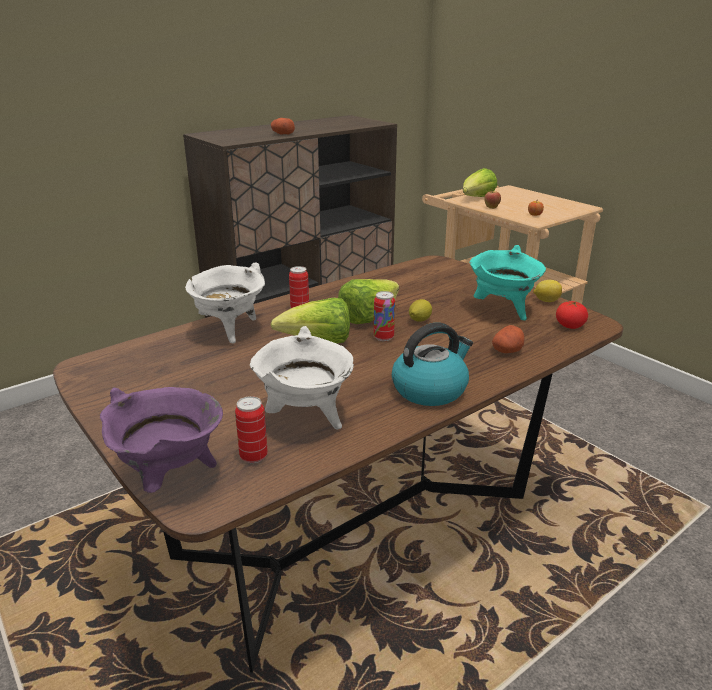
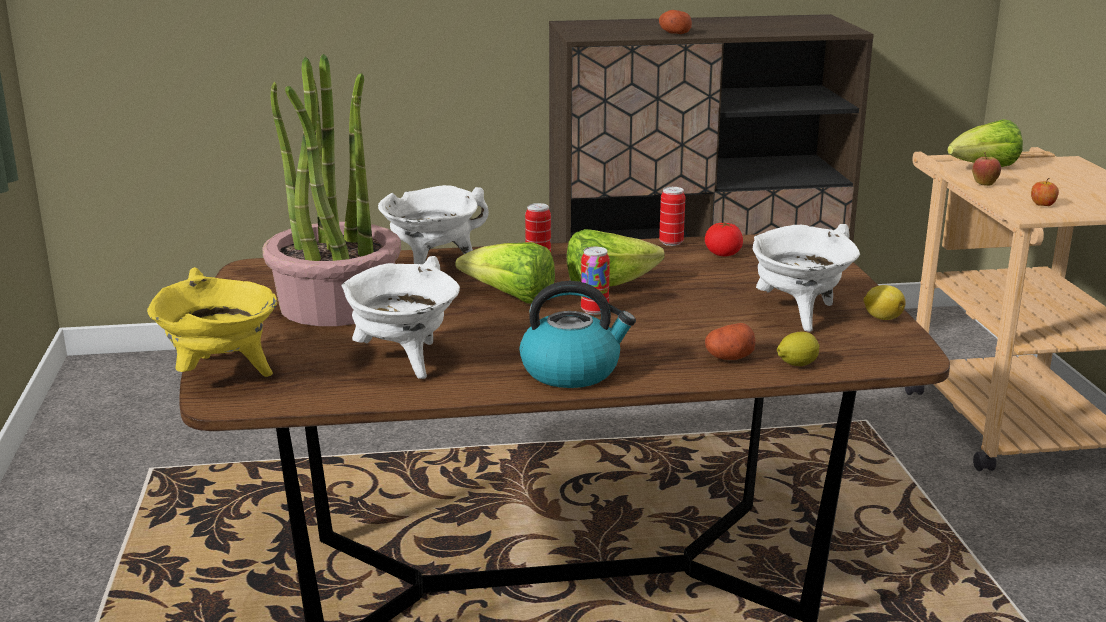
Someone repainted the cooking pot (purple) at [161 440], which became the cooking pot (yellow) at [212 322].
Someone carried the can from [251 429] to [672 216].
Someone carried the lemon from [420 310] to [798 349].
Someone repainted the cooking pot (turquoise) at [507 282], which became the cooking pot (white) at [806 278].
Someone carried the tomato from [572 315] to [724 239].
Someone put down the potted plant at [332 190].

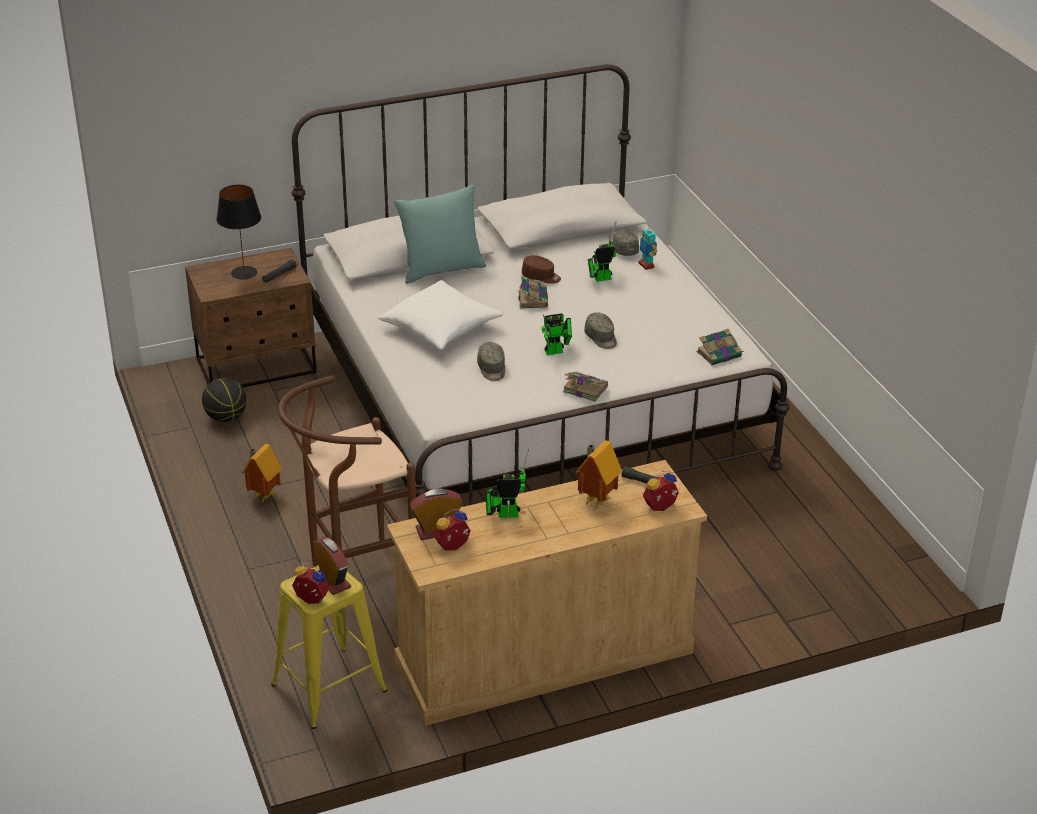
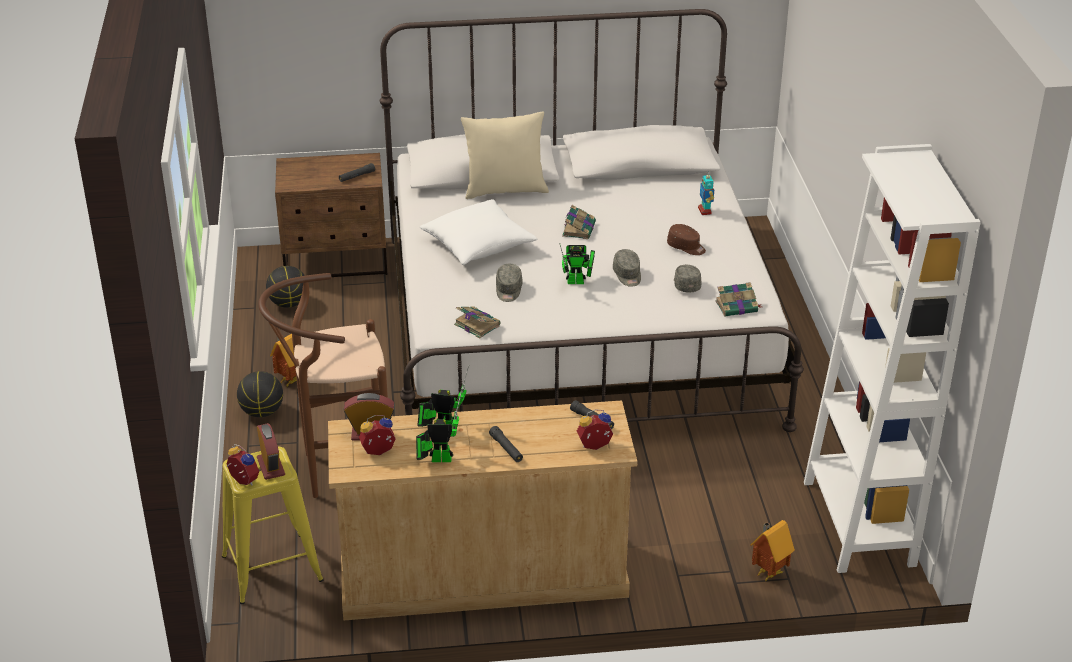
Someone took away the tabletop lamp (black) at [239 232].
Someone repainted the cushion (turquoise) at [440 234], which became the cushion (beige) at [505 155].
Someone carried the peaked cap (brown-coloured) from [541 269] to [686 239].
Someone carried the book from [585 387] to [477 323].
Someone carried the toy house from [598 474] to [773 550].
Someone carried the robot figure from [602 251] to [439 426].
Someone carried the peaked cap (grey) from [626 244] to [687 278].
Someone put down the ball for basketball at [260 394].
Someone put down the flashlight (black) at [506 444].
Someone put down the bookshelf (white) at [892 358].

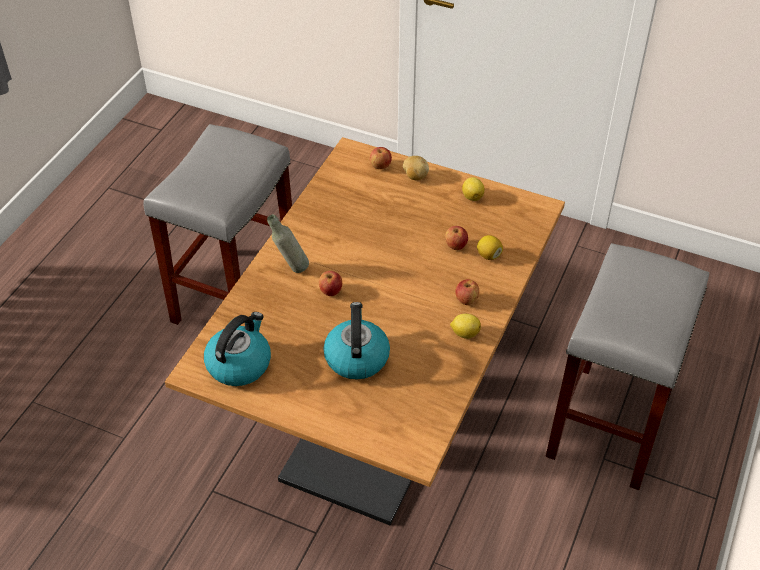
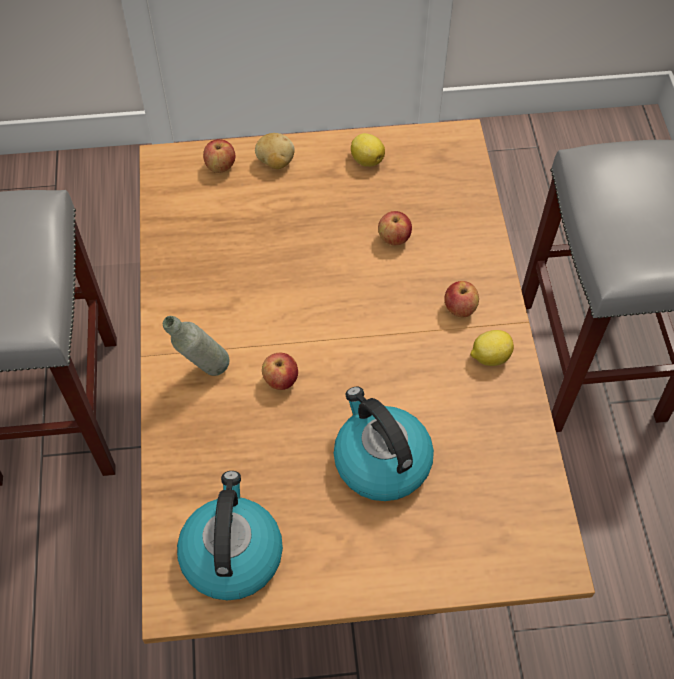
Someone took away the lemon at [490 247].

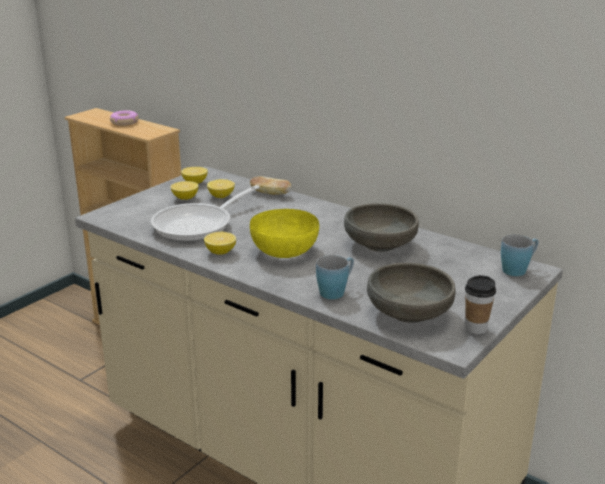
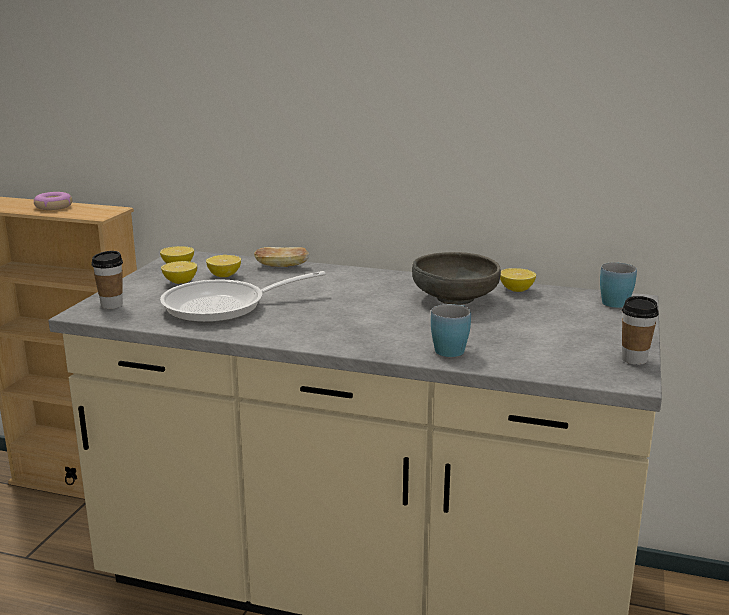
Someone rotated the skillet at [205 213] by 45 degrees clockwise.
Someone carried the lemon from [220 243] to [518 280].
Someone took away the bowl (yellow) at [284 233].
Someone took away the bowl (grey) at [411 293].
Someone put down the small cup at [107 280].

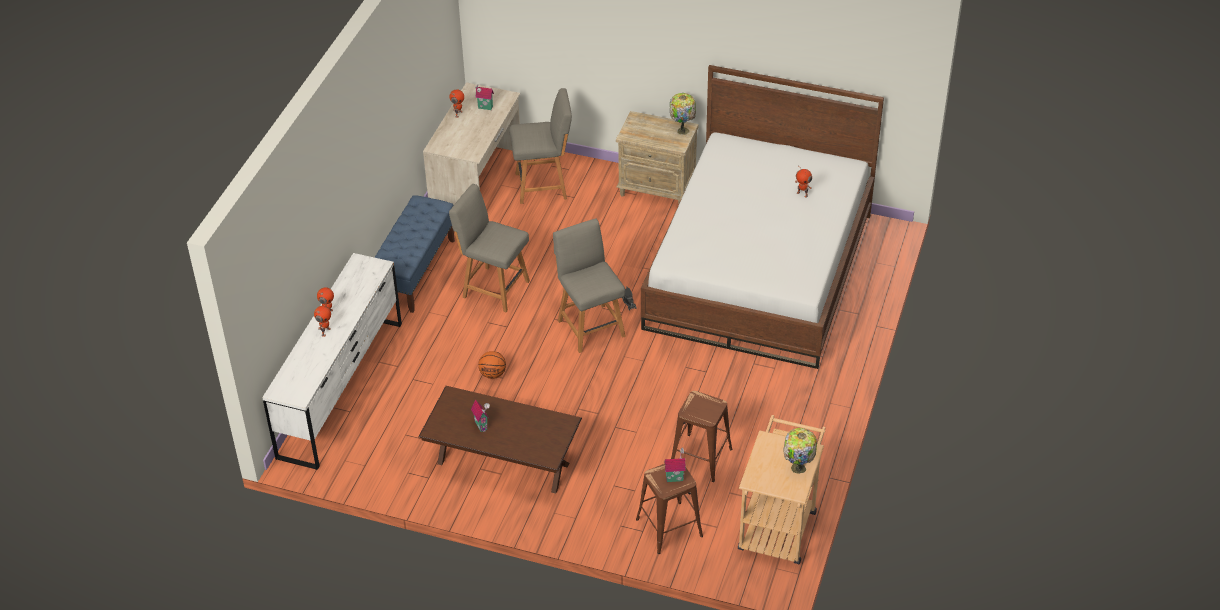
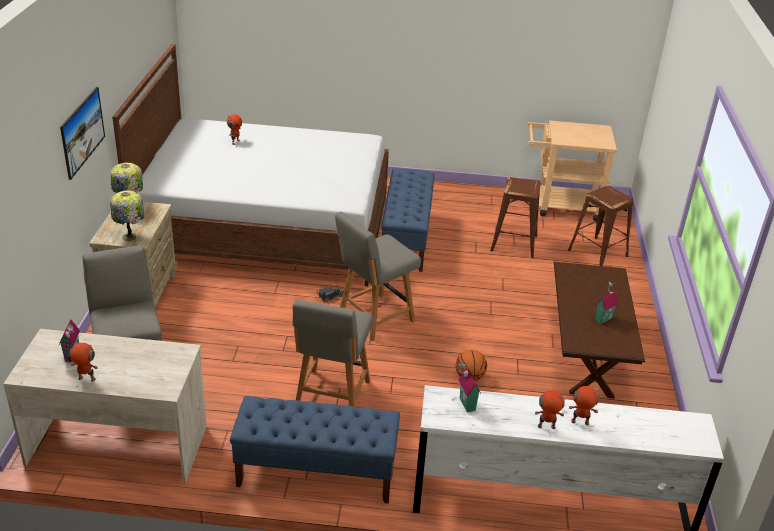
Someone carried the toy house from [675 465] to [469 386].
Someone carried the tabletop lamp from [800 451] to [127 215].
Someone put up the wall art at [82 133].
Someone put down the long seat (bluish) at [408 220].

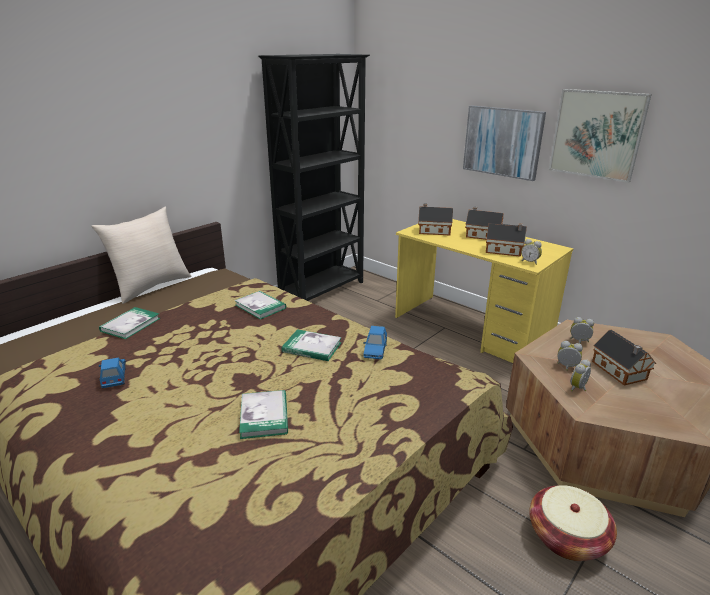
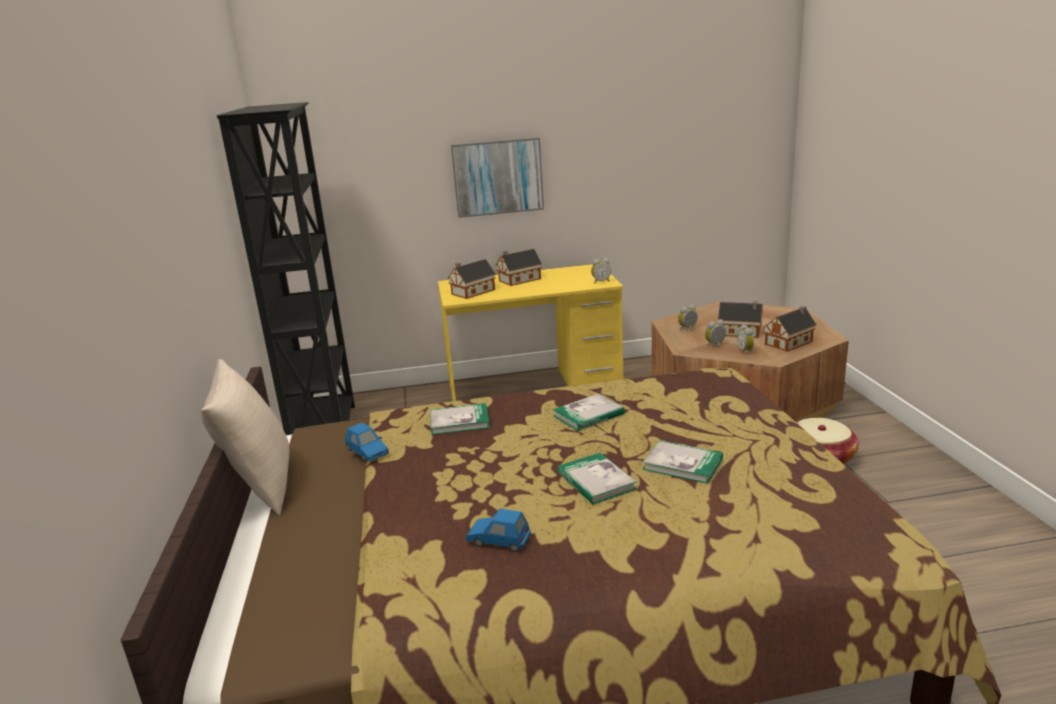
Someone carried the book from [129 323] to [597 479].
Someone carried the miniature car (bluish) from [375 342] to [367 442].
Someone carried the toy house from [506 240] to [790 329].
Someone took away the wall art at [600 136].

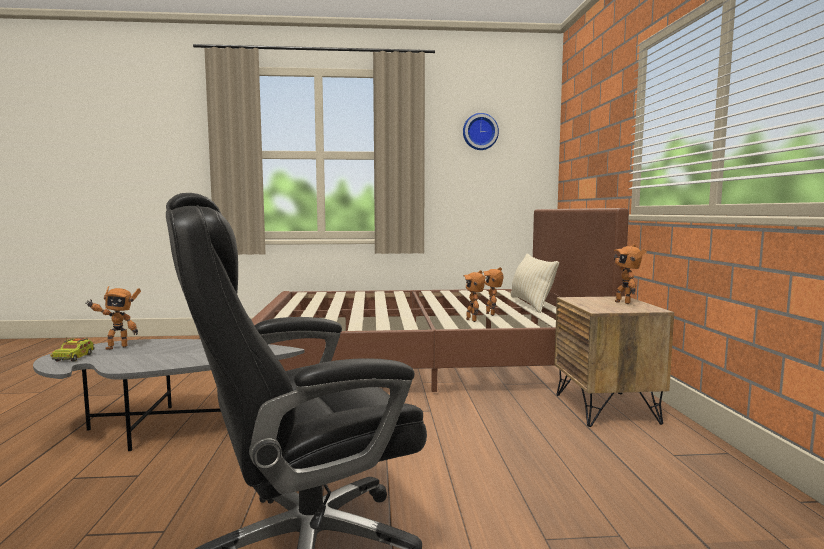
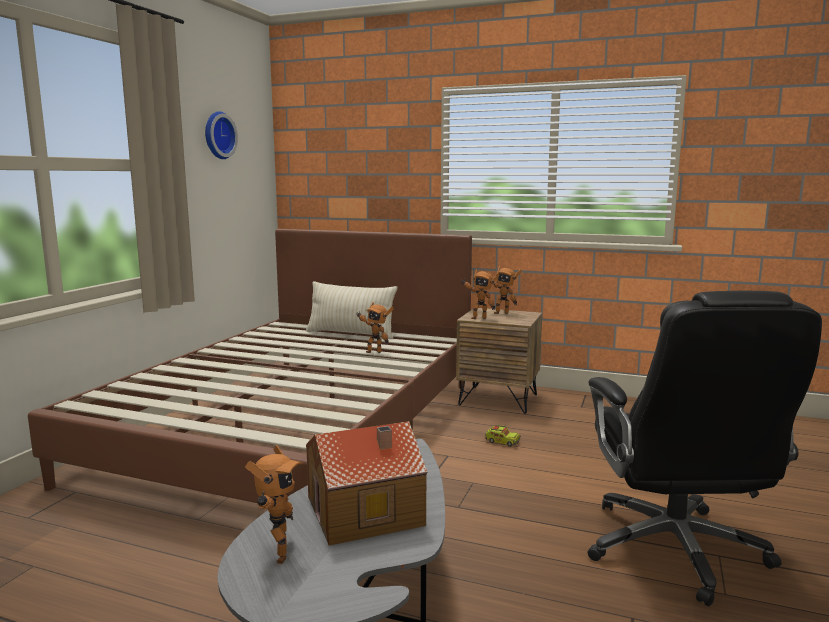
Someone carried the toy lorry from [72 350] to [503 436].
Someone carried the robot figure from [474 296] to [480 294].
Someone put down the toy house at [367 483].

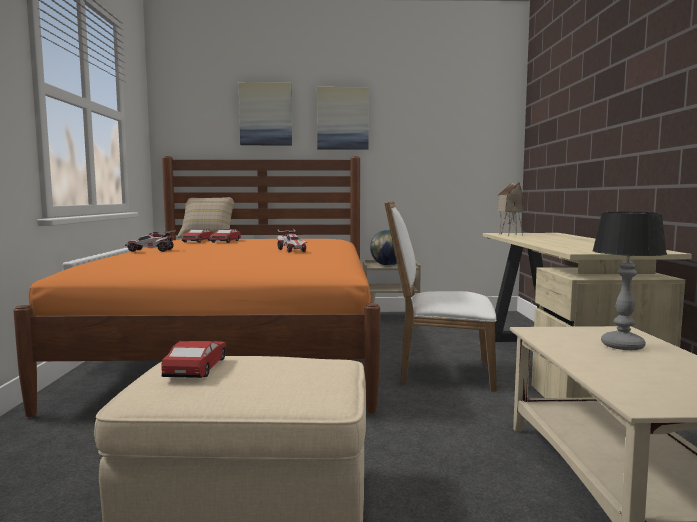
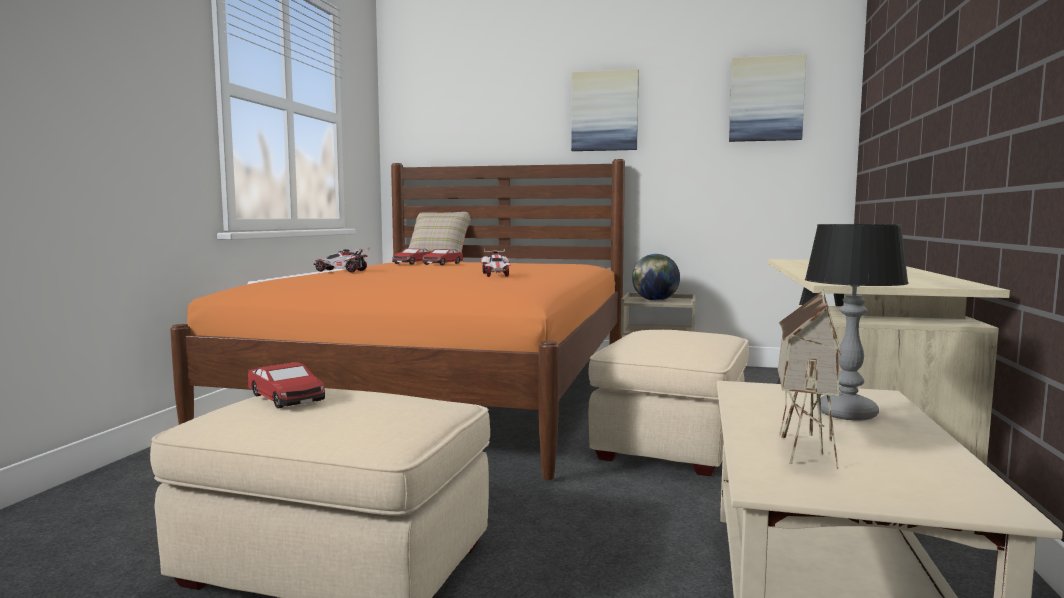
Someone rotated the miniature car at [193 359] by 120 degrees clockwise.
Someone carried the wall art from [265 113] to [767 98].
Someone swapped the plain chair (white) at [440 296] for the pouffe (beige) at [668 403].
Someone carried the toy house from [510 209] to [810 379].

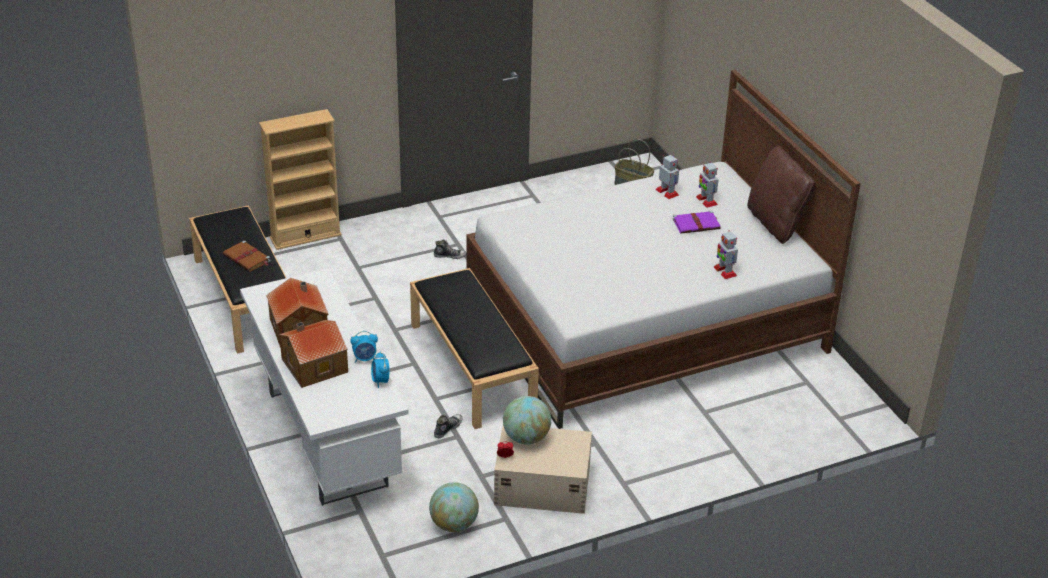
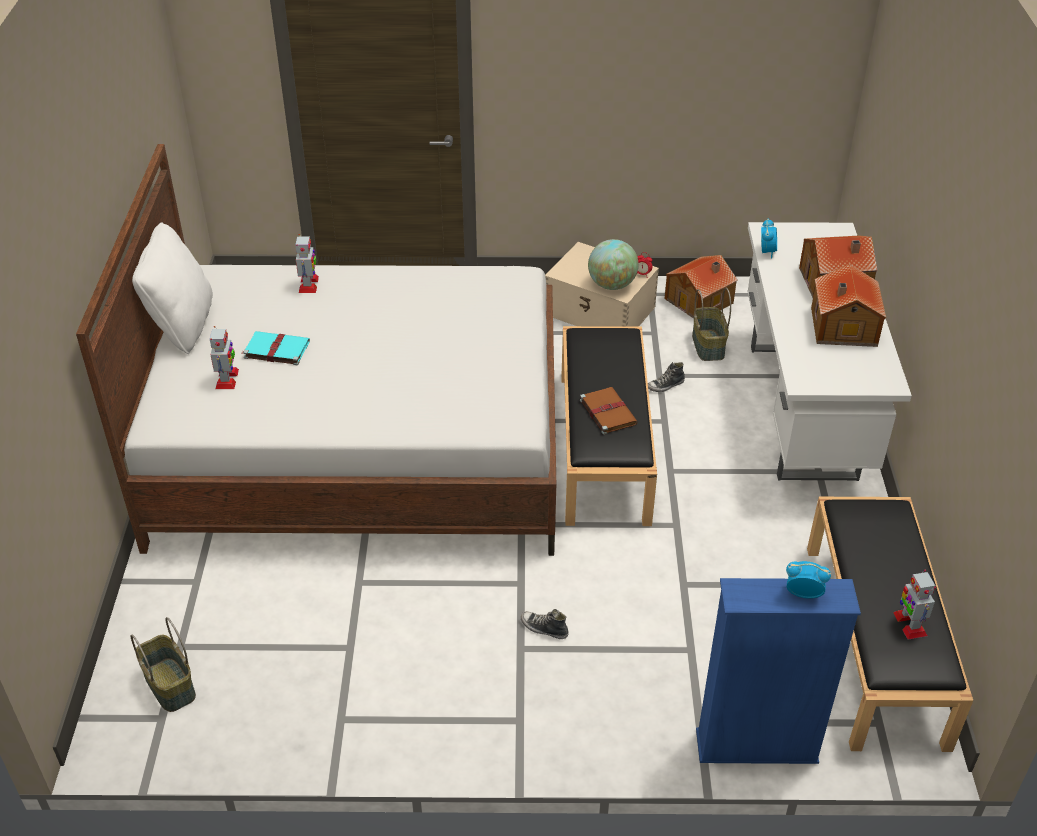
Someone carried the book (brown-coloured) from [247 256] to [609 411].
Someone repainted the bookshelf (beige) at [300 179], which became the bookshelf (bluish) at [778 671].
Someone carried the table clock from [364 347] to [808 580].
Someone swapped the globe at [454 507] for the toy house at [701 287].
Someone carried the robot figure from [667 177] to [914 604].
Someone repainted the book (purple) at [697 222], which became the book (turquoise) at [276 348].
Someone repainted the cushion (brown-coloured) at [781 194], which became the cushion (white) at [172 288].
Someone put down the storage basket at [711 324].

